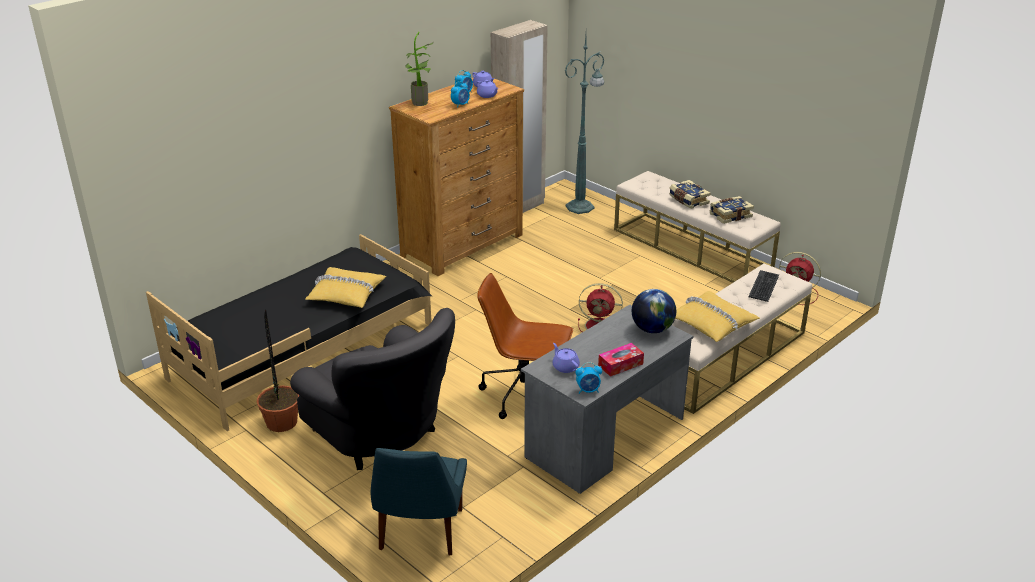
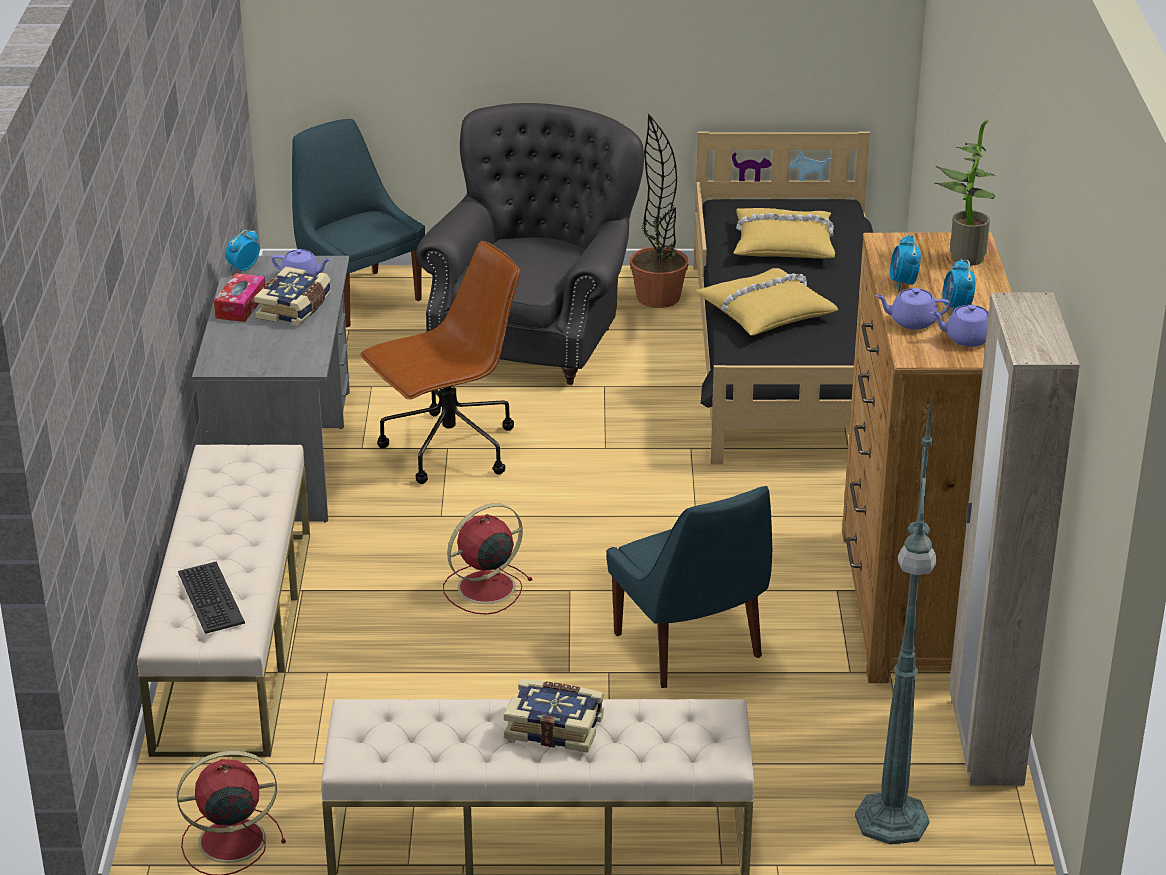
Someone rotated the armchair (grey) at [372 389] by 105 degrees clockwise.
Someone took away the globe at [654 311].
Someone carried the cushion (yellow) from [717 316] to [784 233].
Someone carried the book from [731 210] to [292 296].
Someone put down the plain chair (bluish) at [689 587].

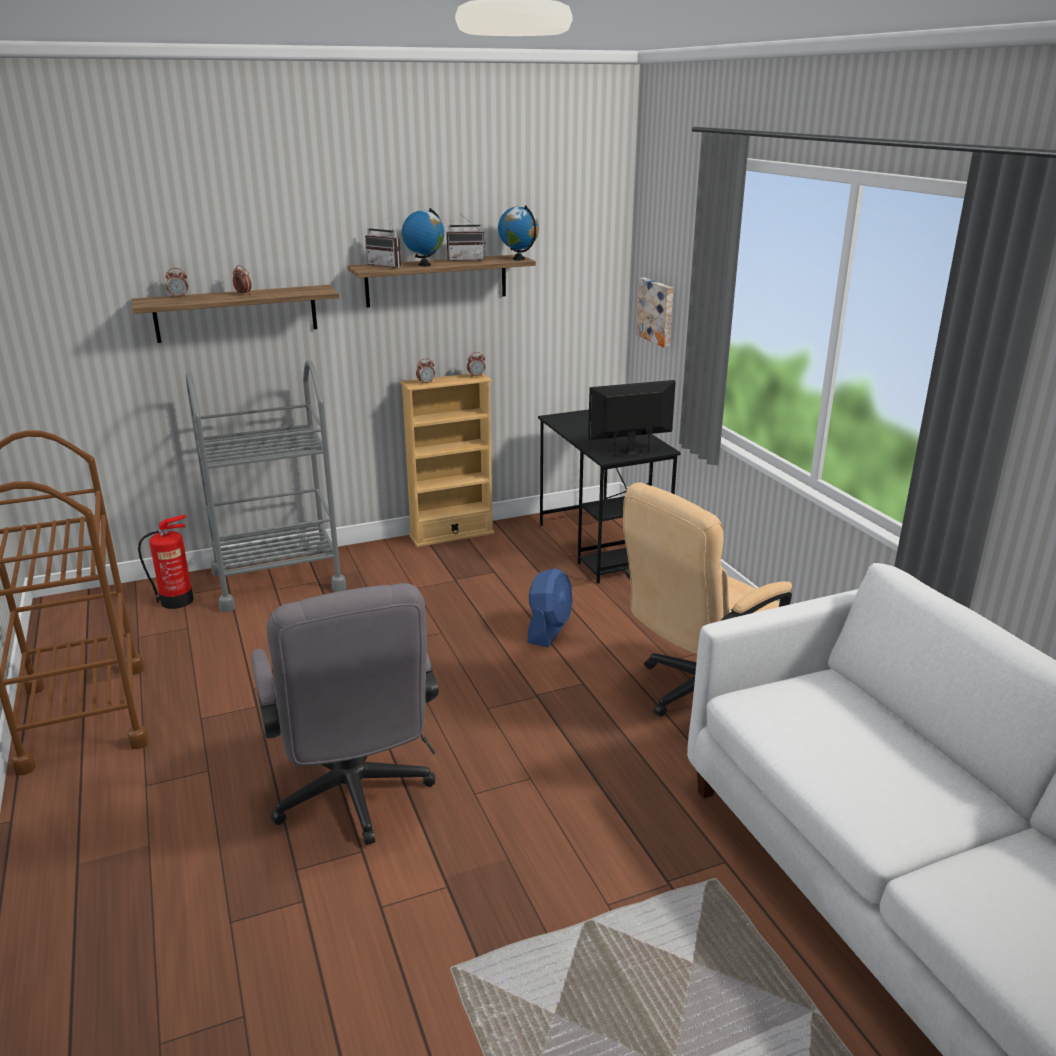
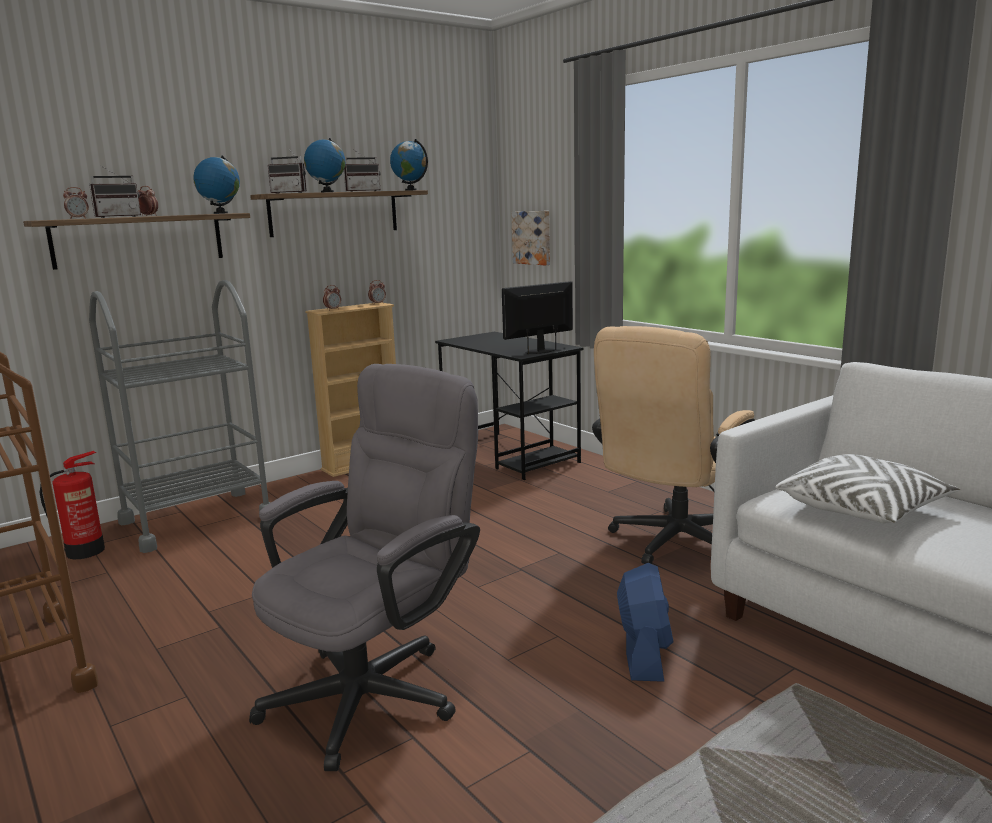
Someone rotated the computer chair (grey) at [345 714] by 105 degrees counterclockwise.
Someone carried the cooling fan (bluish) from [550 607] to [645 622].
Someone put down the radio set at [115 191].
Someone put down the globe at [216 184].
Someone put down the cushion (white) at [867 489].

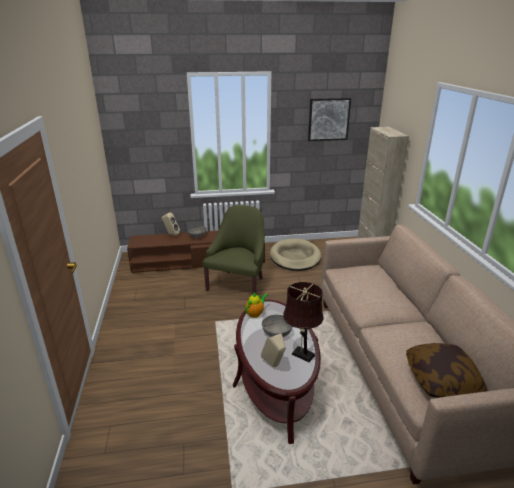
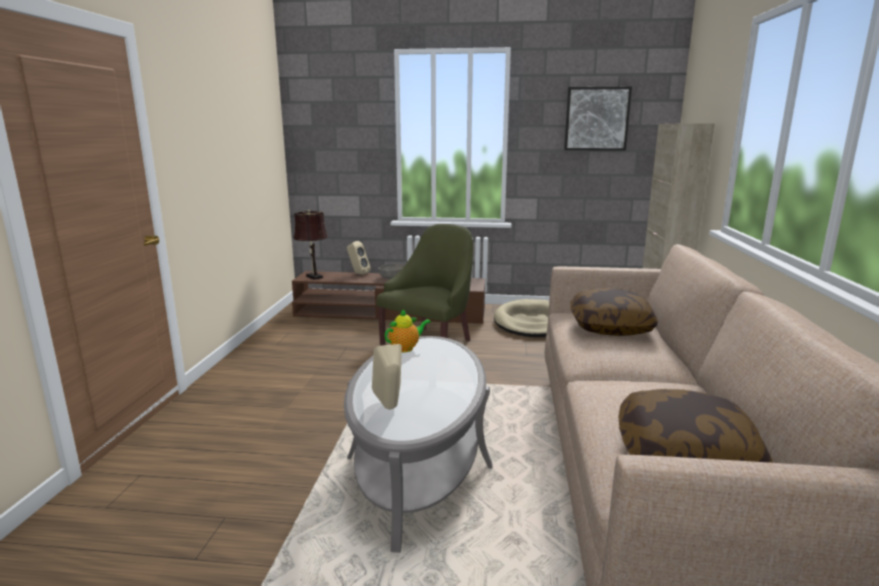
Someone repainted the coffee table (brown-coloured) at [277 372], which became the coffee table (grey) at [418 444].
Someone took away the bowl (grey) at [277 326].
Someone carried the tabletop lamp (brown-coloured) from [303 322] to [311 245].
Someone put down the cushion at [614 312].

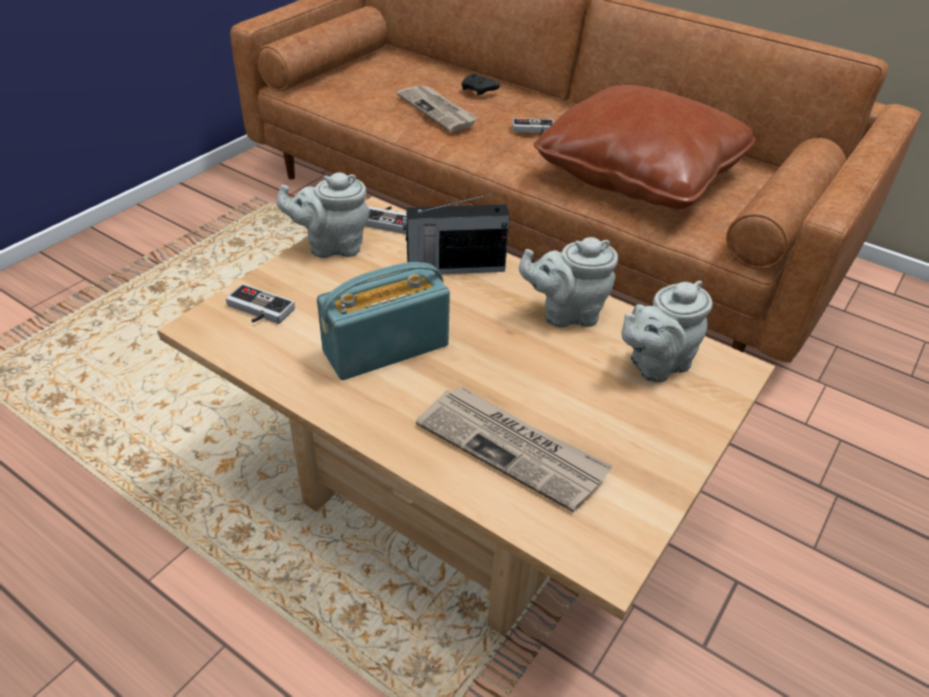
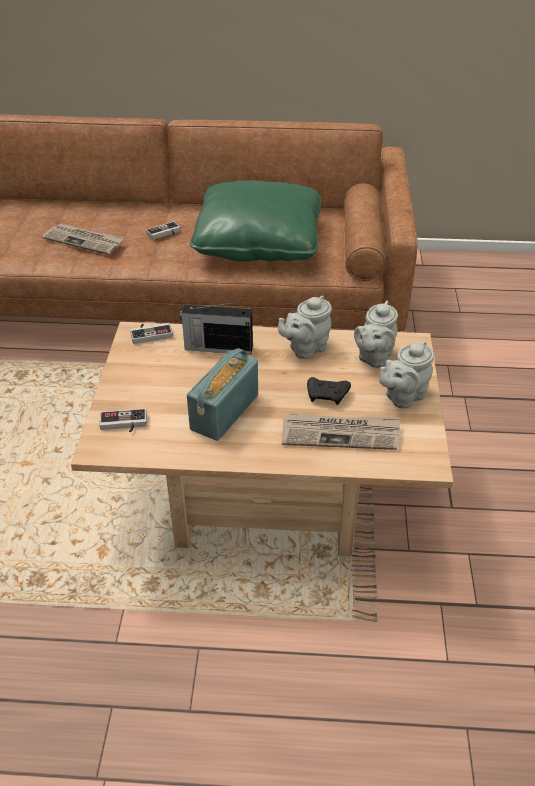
Someone carried the pot for tea (grey) from [323 215] to [406 375].
Someone rotated the radio set at [456 234] by 45 degrees clockwise.
Someone carried the joypad (black) from [480 84] to [329 391].
Someone repainted the cushion (brown-coloured) at [644 147], which became the cushion (green-coloured) at [256 221].

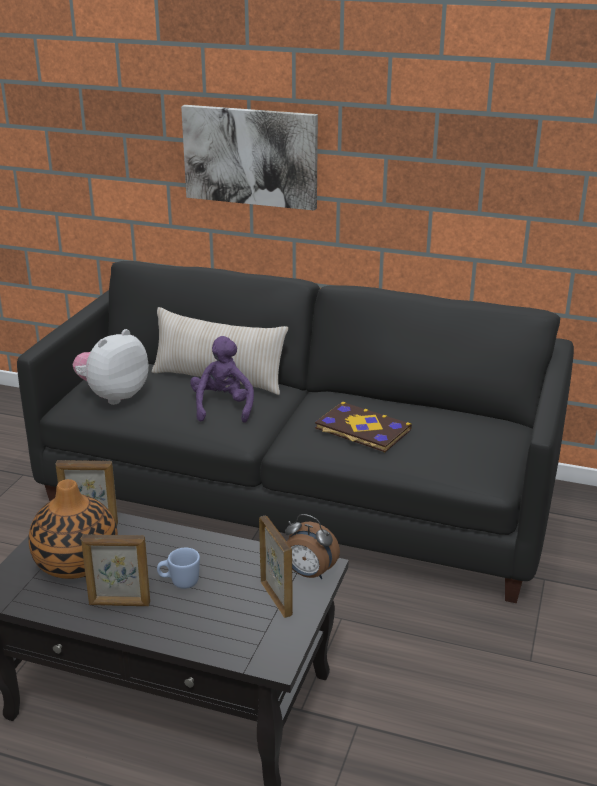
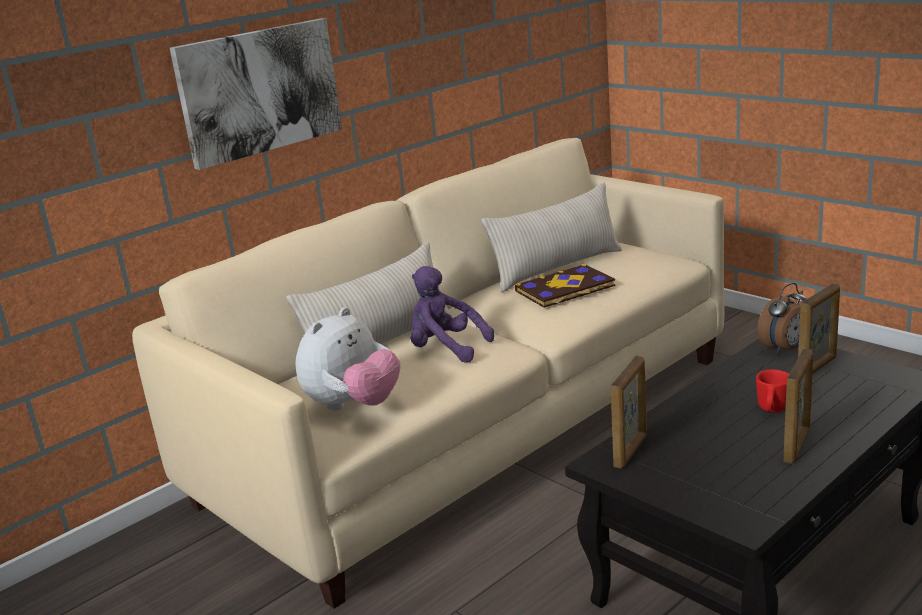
Someone repainted the couch (black) at [295 432], which became the couch (beige) at [428 373].
Someone took away the decorative vase at [73 529].
Someone rotated the plush toy at [110 367] by 120 degrees counterclockwise.
Someone repainted the mug (bluish) at [178 568], which became the mug (red-coloured) at [772 391].
Someone rotated the picture frame at [276 566] by 135 degrees clockwise.
Someone put down the cushion (beige) at [551 237].

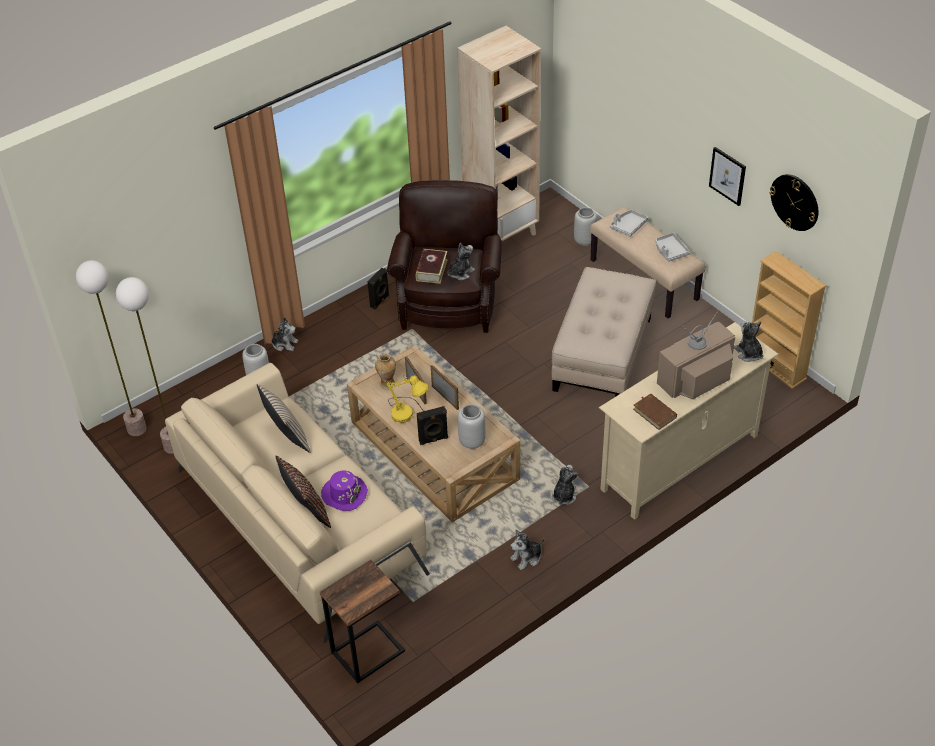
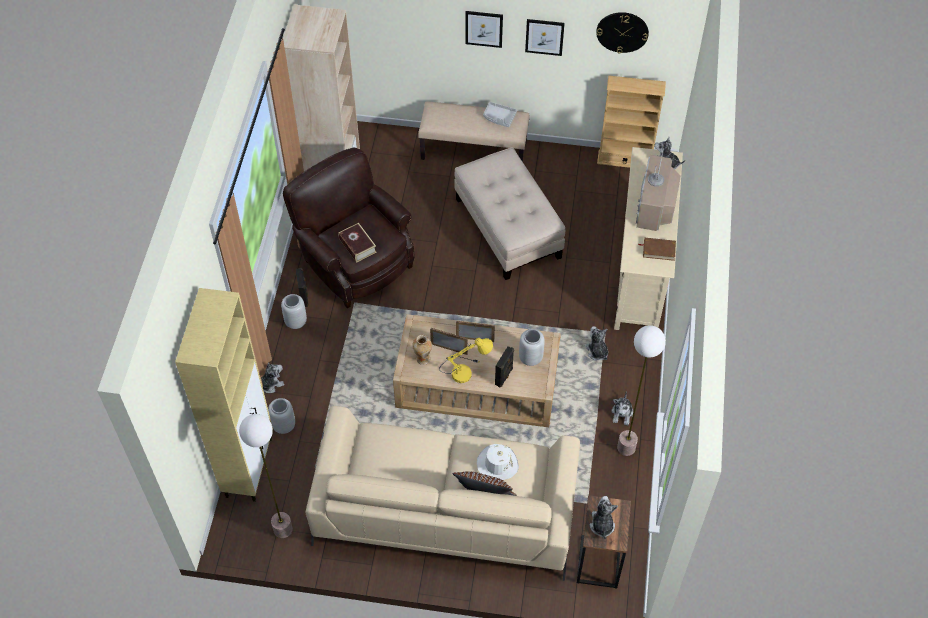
Someone carried the standard lamp from [111 348] to [641 390].
Someone took away the cushion (beige) at [284 418].
Someone repainted the wearable hat (purple) at [344 490], which became the wearable hat (white) at [498 462].
Someone carried the plush toy from [461 261] to [604 517].
Someone carried the decorative vase (grey) from [585 226] to [294 311].
Someone took away the tray (grey) at [629 223].
Someone put down the cabinet (beige) at [224 395].
Someone put up the wall art at [484 29].

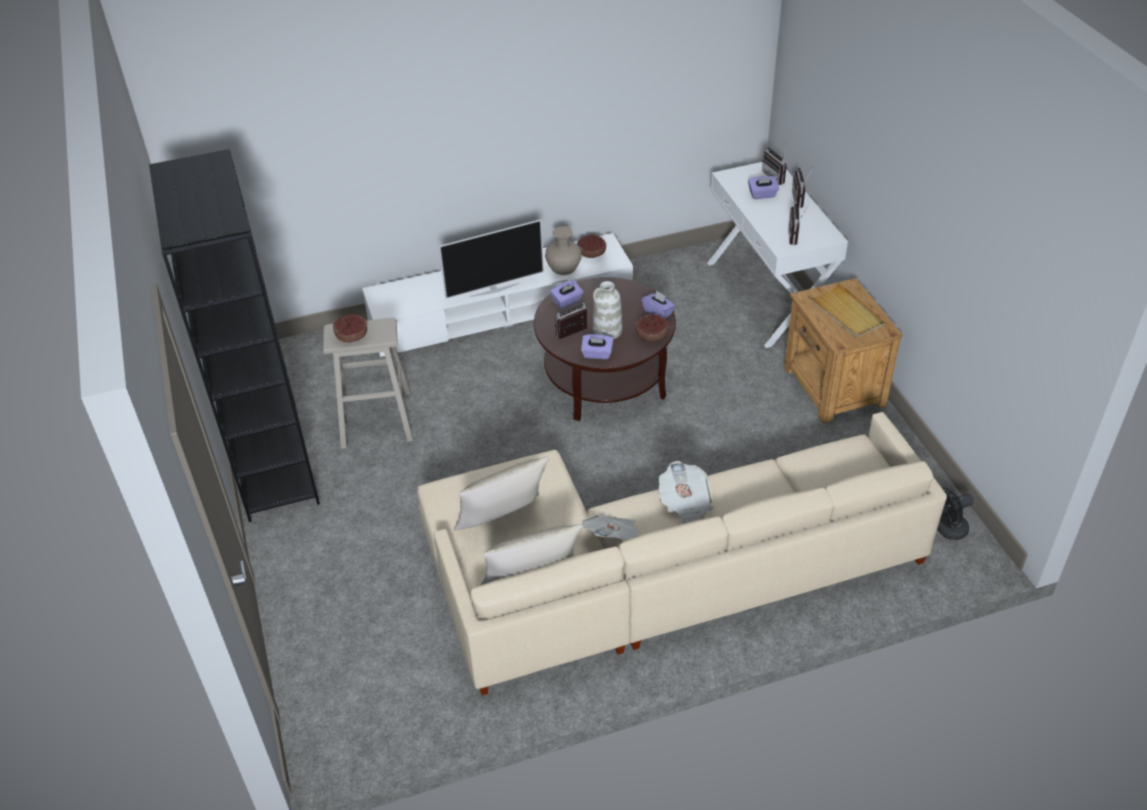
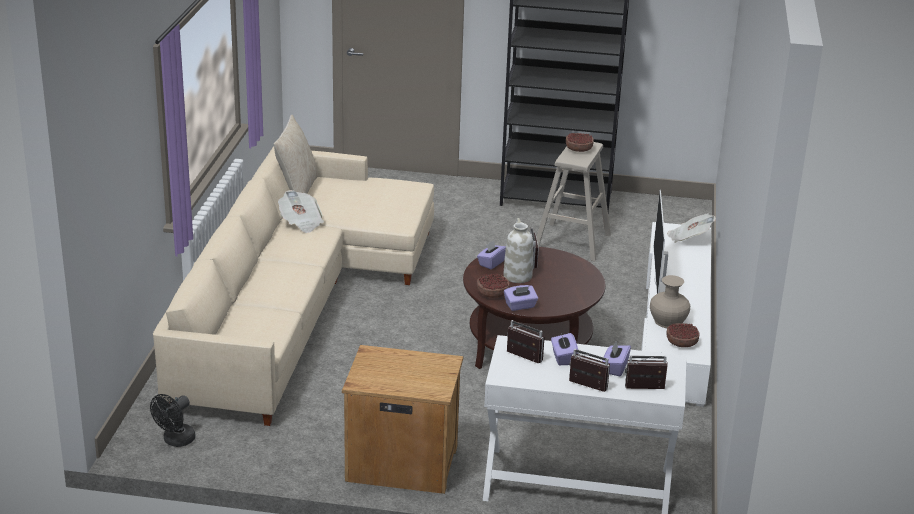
Someone took away the cushion (beige) at [501 493].
Someone carried the tissue holder (purple) from [566 294] to [564 349].
Someone carried the daily paper from [686 492] to [691 228].
Someone took away the tray (beige) at [846 310].
Someone rotated the cooling fan (black) at [955 514] by 150 degrees counterclockwise.

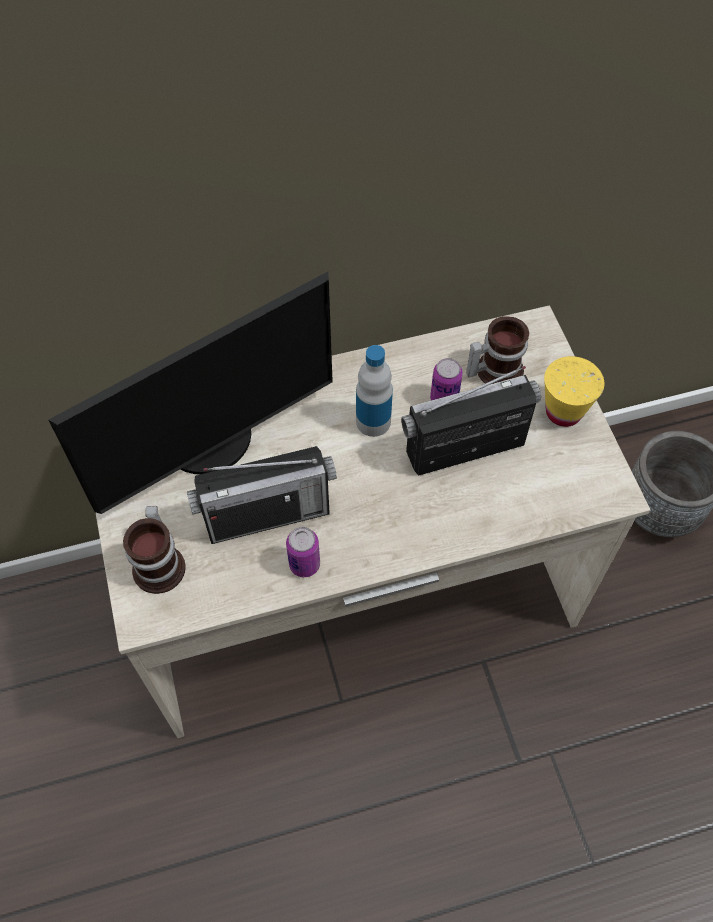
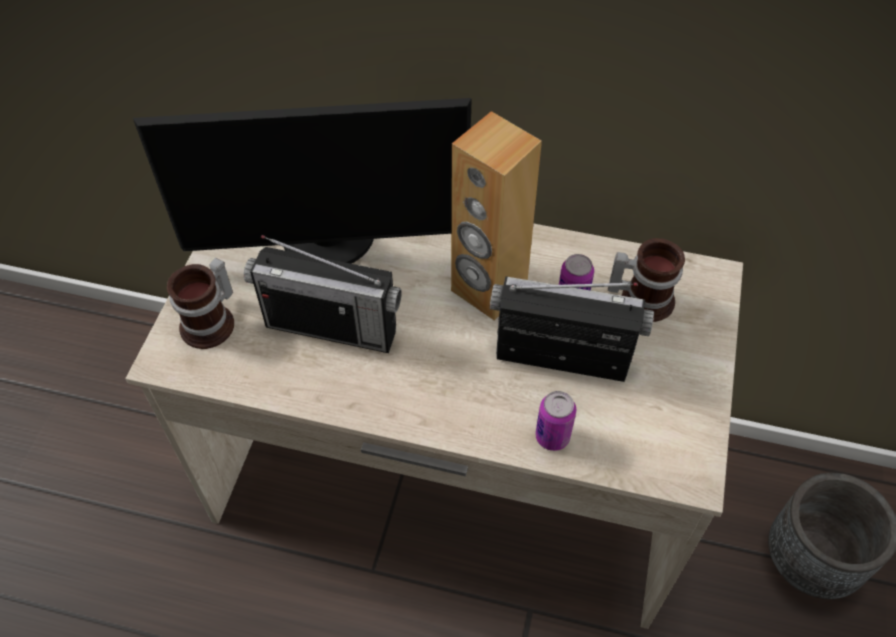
Someone carried the can from [303 552] to [555 421].
Someone swapped the drink bottle at [374 391] for the loudspeaker (brown-coloured) at [496 216].
Someone took away the small cup (yellow) at [574 391].

